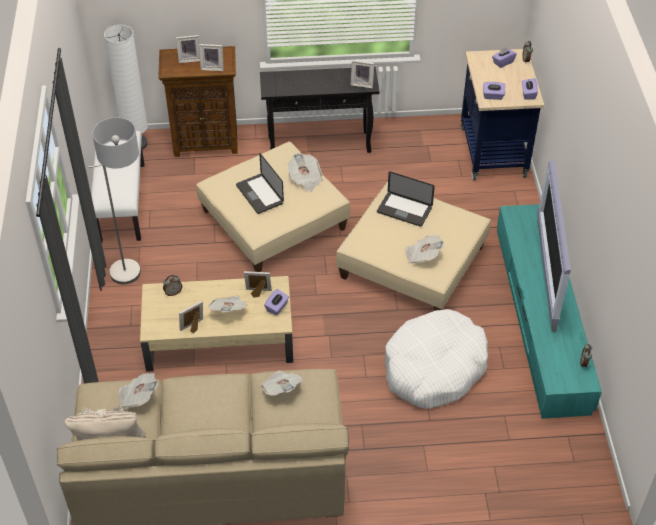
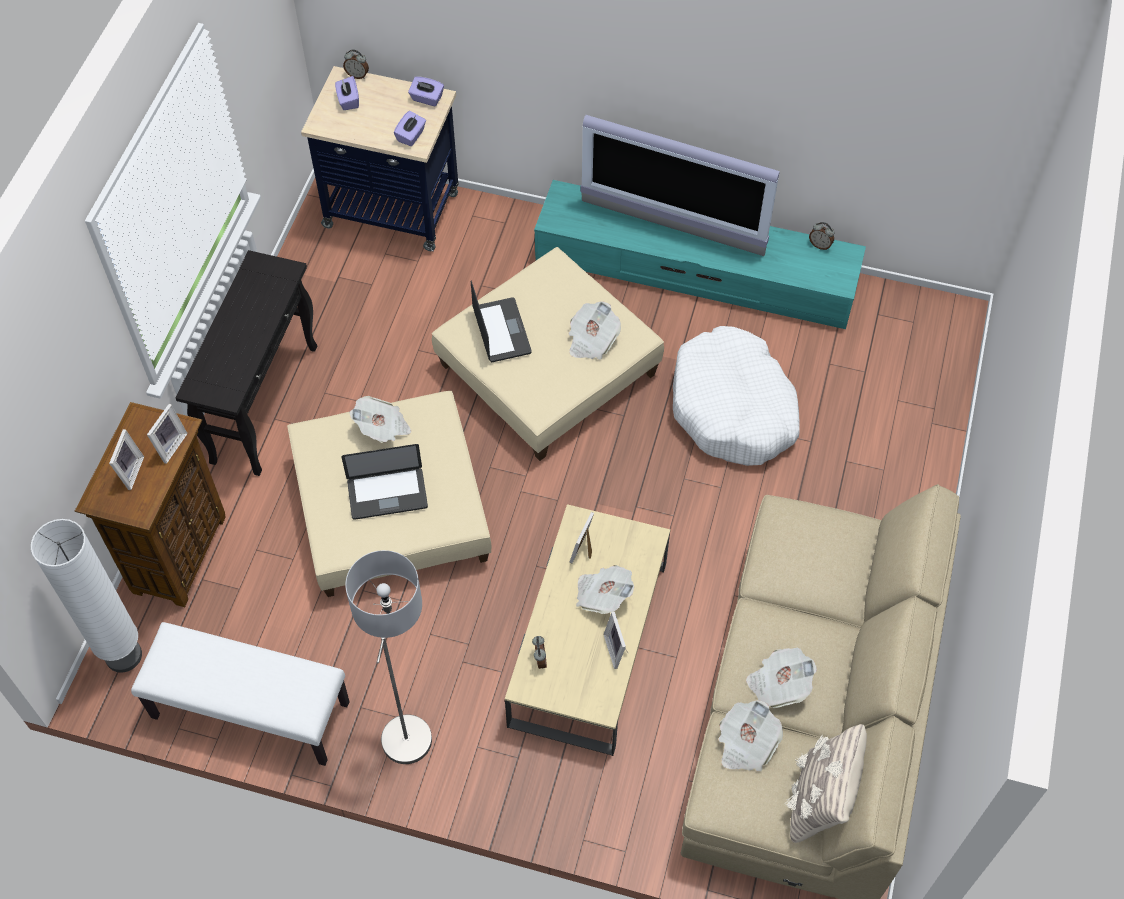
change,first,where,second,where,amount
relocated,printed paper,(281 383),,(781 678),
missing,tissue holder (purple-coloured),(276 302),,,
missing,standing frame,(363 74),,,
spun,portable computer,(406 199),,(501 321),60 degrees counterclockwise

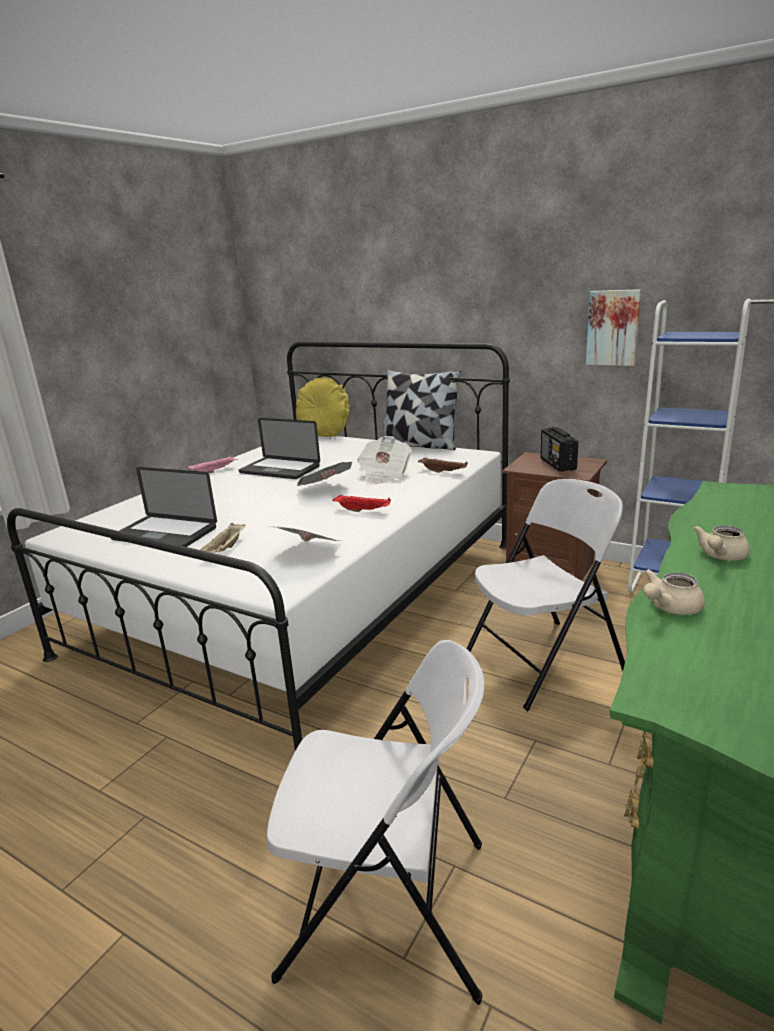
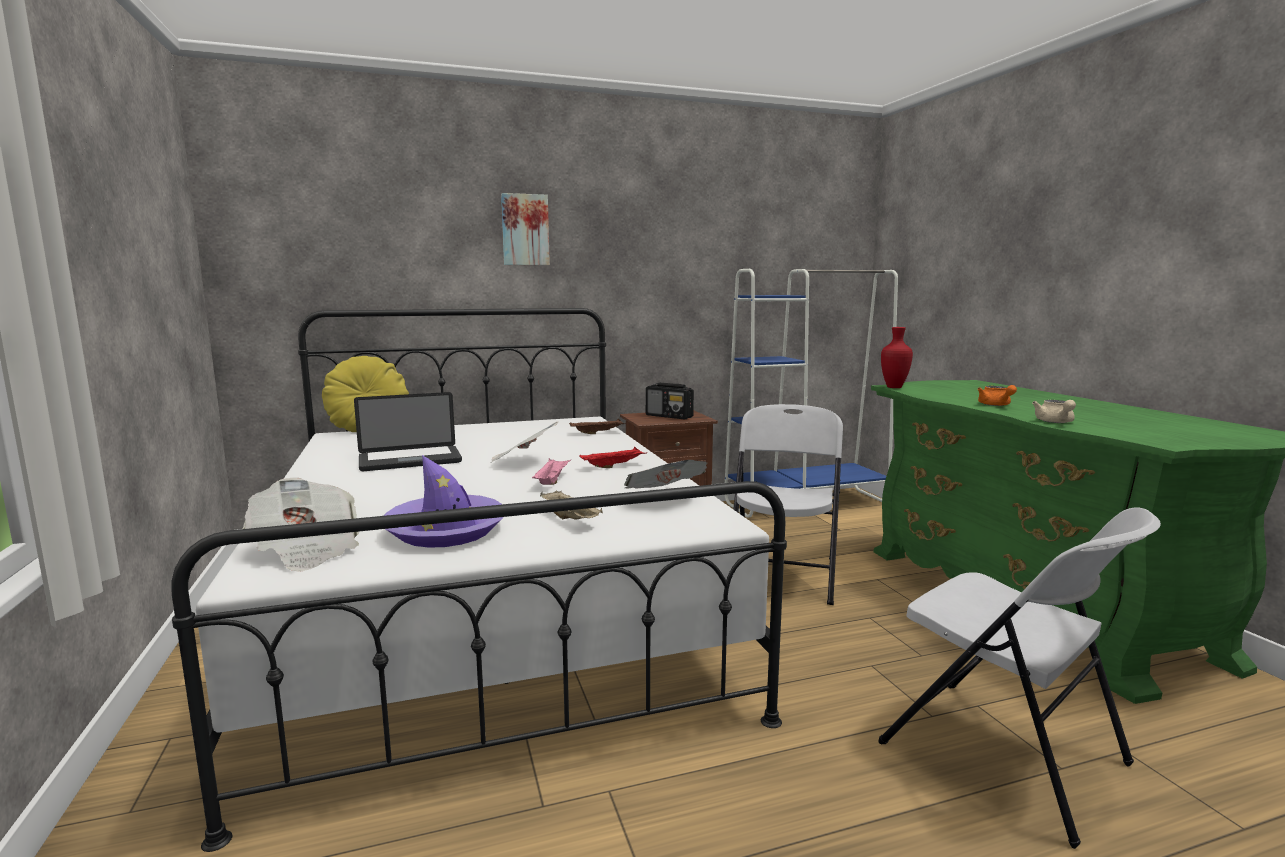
change,first,where,second,where,amount
exchanged,portable computer,(164 507),hat (purple-coloured),(443 501),
relocated,serving tray (pink-coloured),(213 464),,(551 471),
spun,plain chair (white),(375 822),,(1020 678),90 degrees clockwise
relocated,printed paper,(384 460),,(301 525),
missing,pillow,(422 409),,,
relocated,wall art,(613 327),,(525 229),
colour,pot for tea (sand-coloured),(721 543),pot for tea (orange),(997 395),
appeared,,,vase (reddish),(897 357),

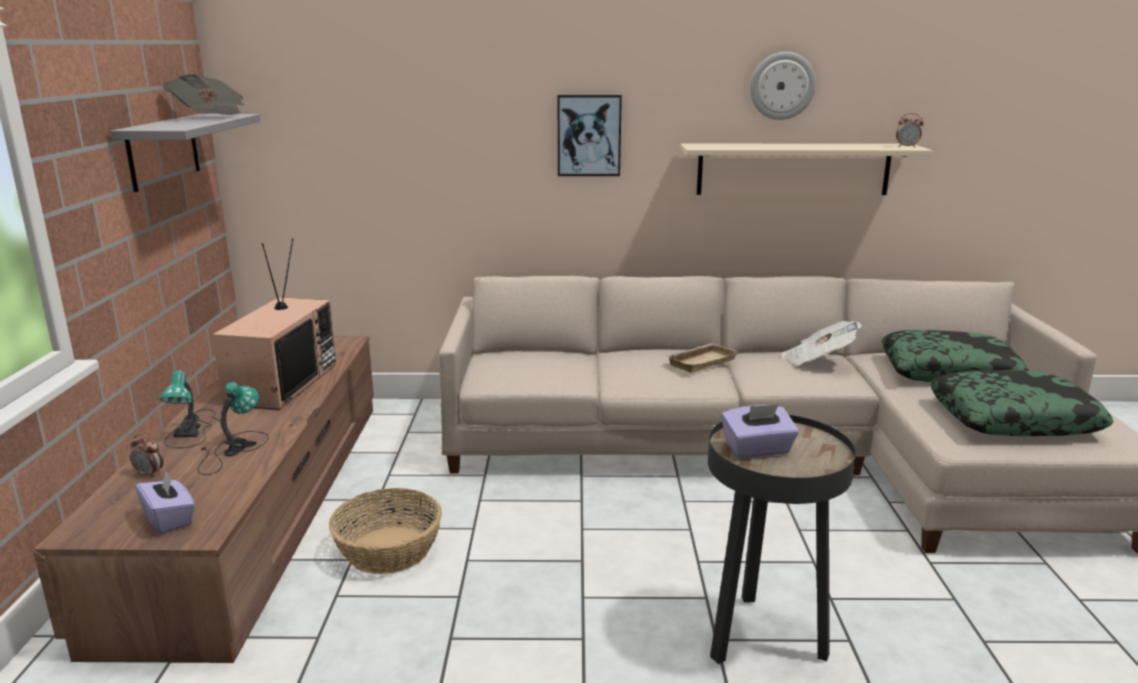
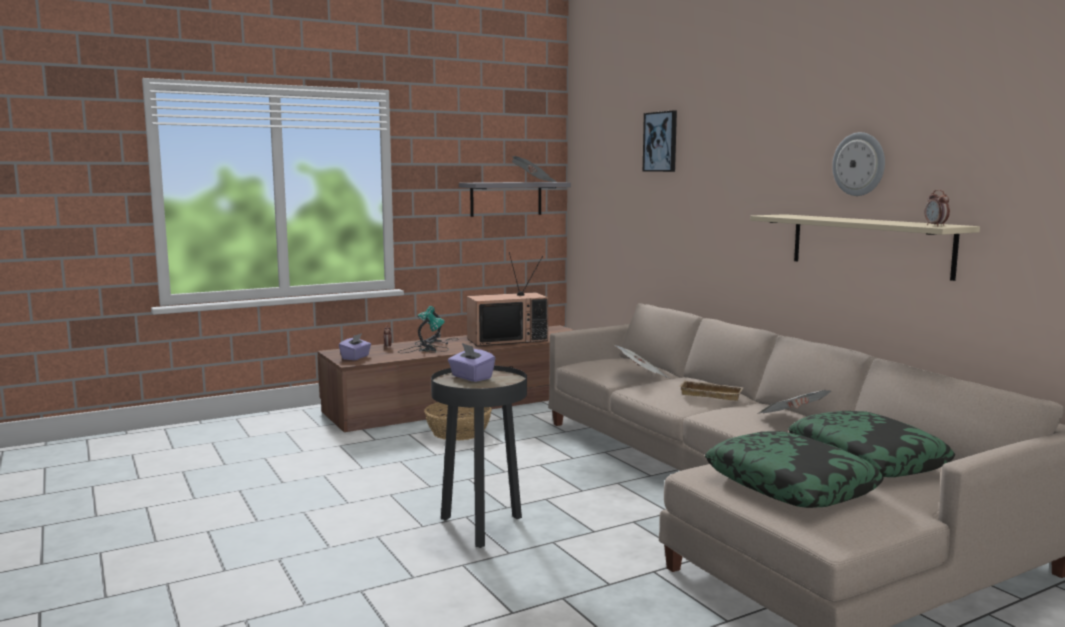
change,first,where,second,where,amount
relocated,wall art,(590 135),,(660 141),
appeared,,,printed paper,(641 361),

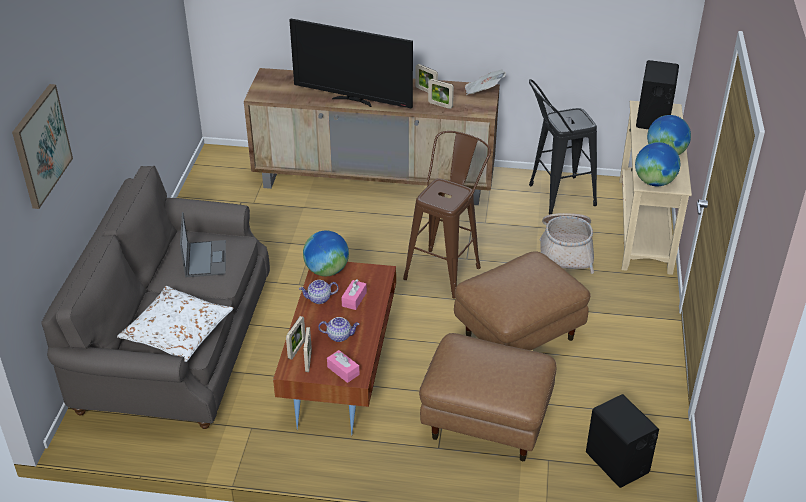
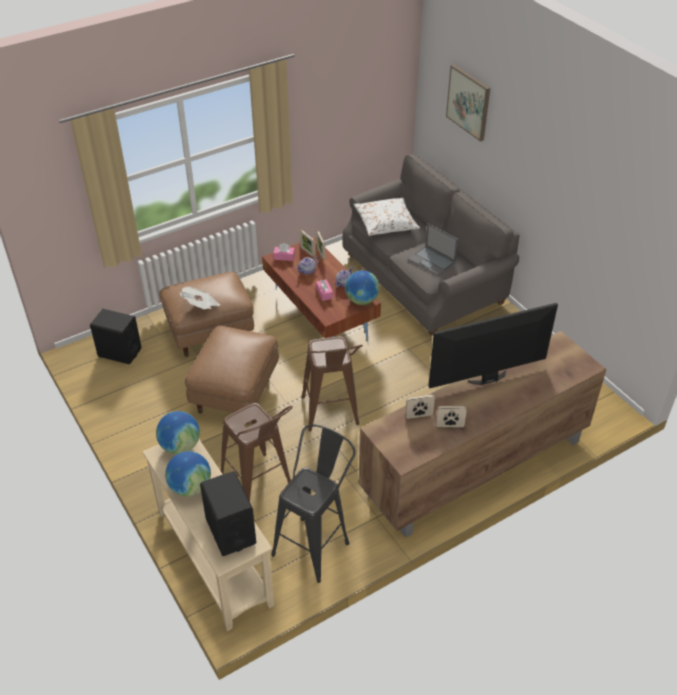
change,first,where,second,where,amount
relocated,printed paper,(485 82),,(199 298),
exchanged,household basket,(566 243),stool seat (brownish),(257 452),

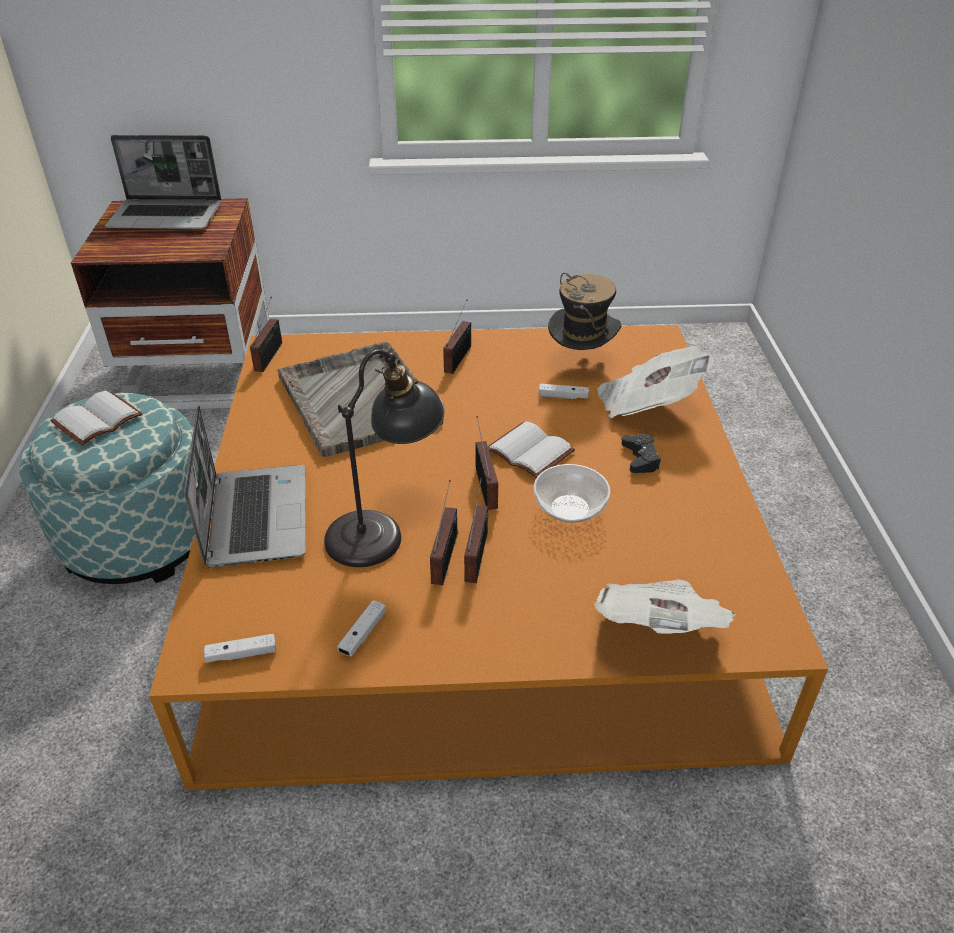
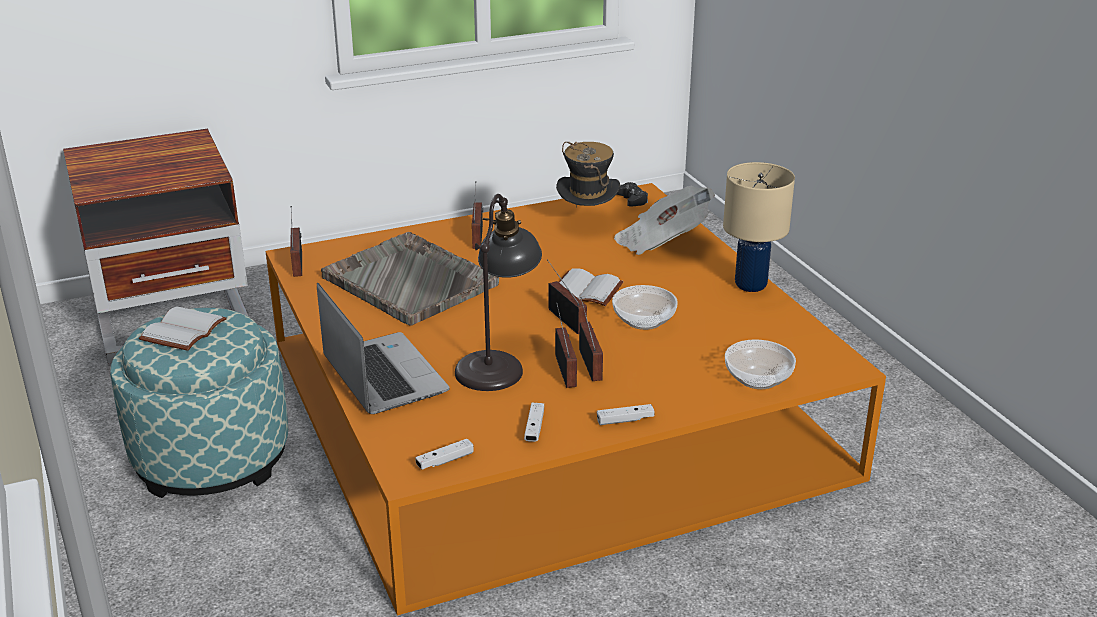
change,first,where,second,where,amount
missing,portable computer,(163 182),,,
relocated,gamepad (white),(564 391),,(625 414),
exchanged,printed paper,(665 606),deep dish,(760 364),
relocated,gamepad (blackish),(641 453),,(632 194),
appeared,,,lamp for a table (sand-coloured),(759 227),

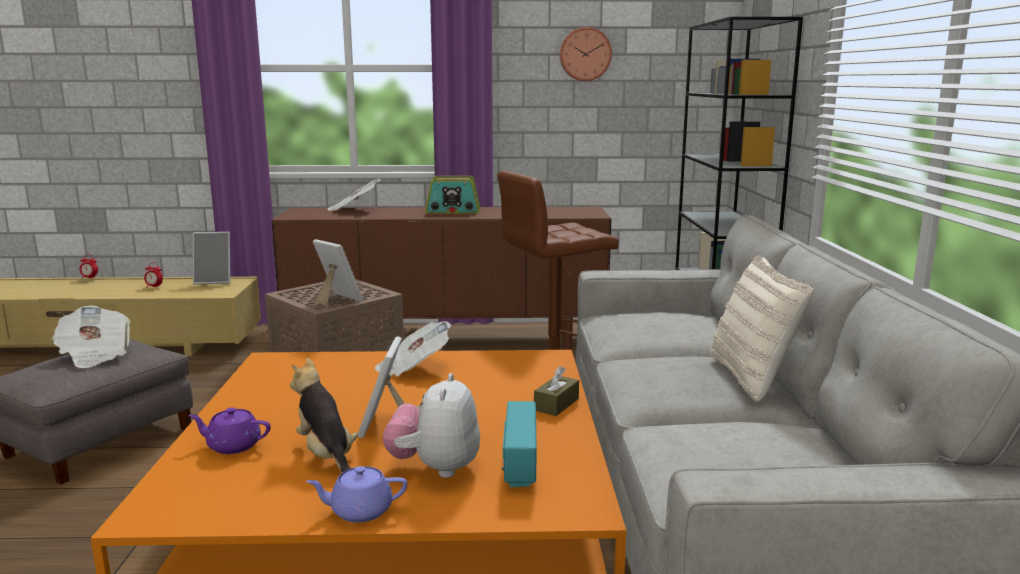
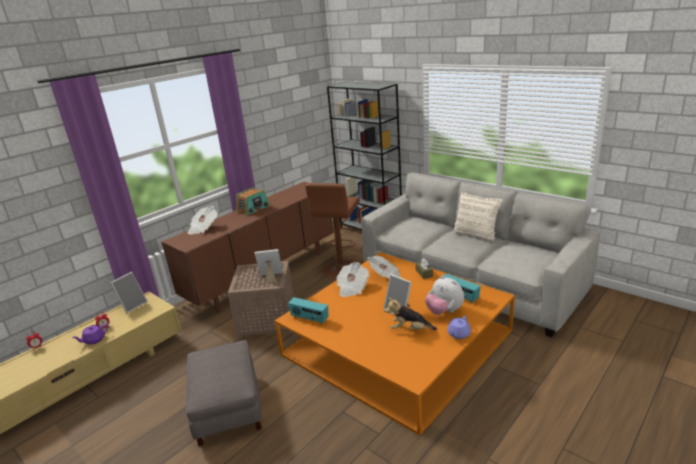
change,first,where,second,where,amount
relocated,printed paper,(90 337),,(384 267),
relocated,pot for tea (purple-coloured),(230 430),,(90 334),
missing,clock on the wall,(586 54),,,
appeared,,,radio receiver,(308 310),

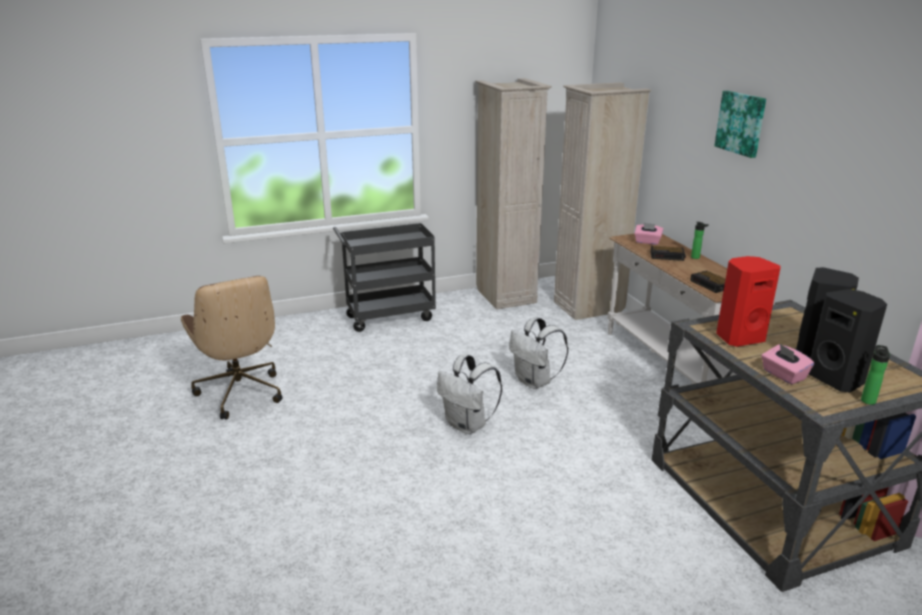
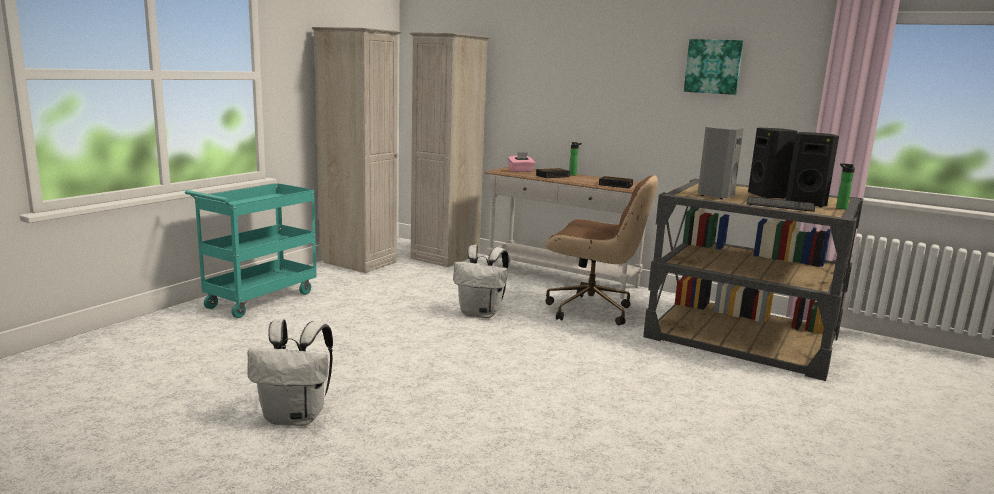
change,first,where,second,where,amount
relocated,office chair (brownish),(232 347),,(601 250),
colour,cart (grey),(384 277),cart (turquoise),(251 250),
relocated,knapsack (white),(469 394),,(290 372),
relocated,wall art,(740 124),,(713 67),
colour,speaker (reddish),(748 301),speaker (grey),(721 162),
exchanged,tissue holder (pink-coloured),(787 364),PC keyboard,(781 204),

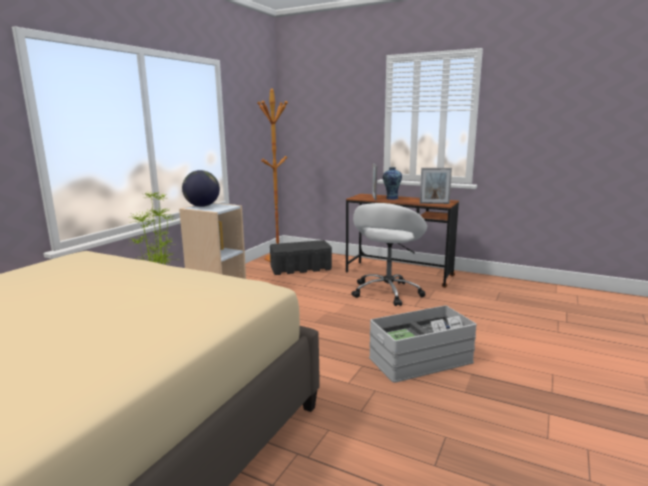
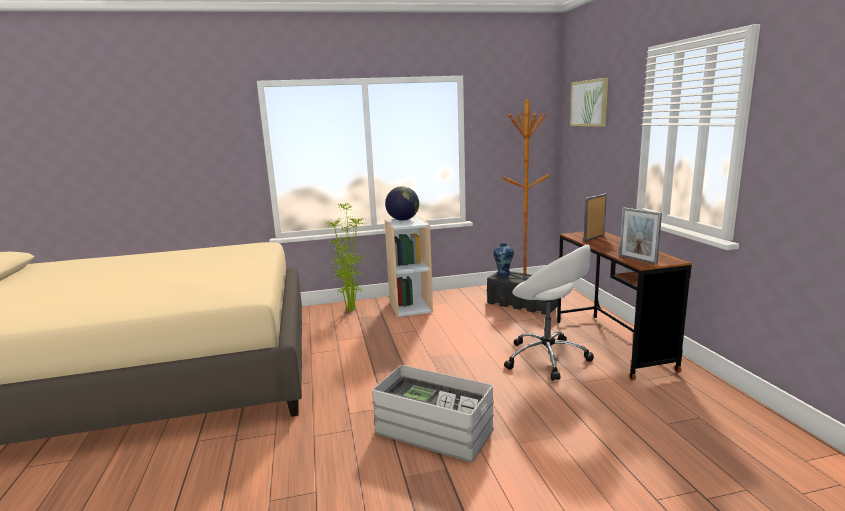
change,first,where,second,where,amount
spun,office chair (white),(389 254),,(549 312),120 degrees counterclockwise
relocated,vase,(392 183),,(503 260),
appeared,,,wall art,(589 102),

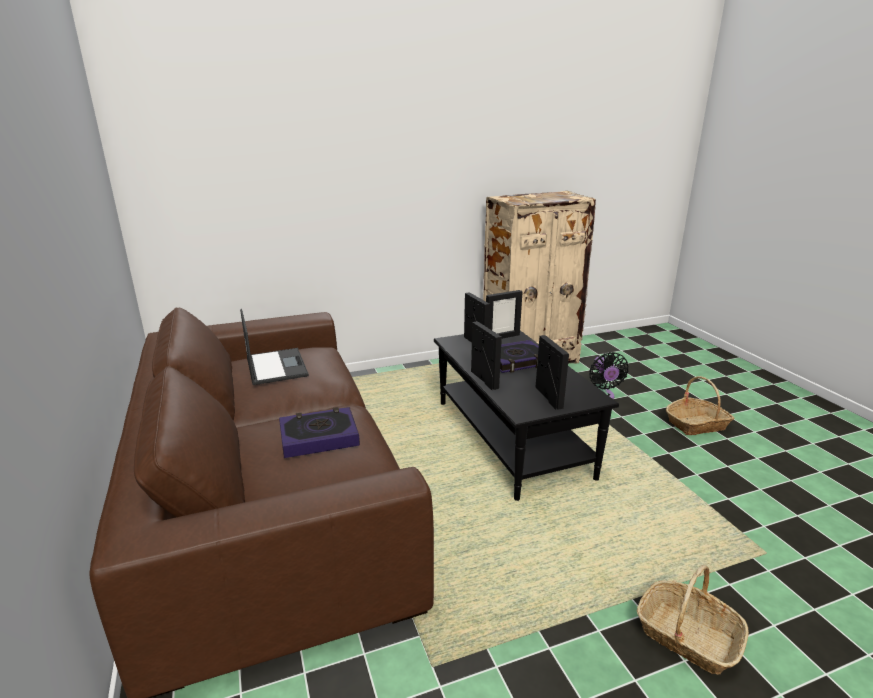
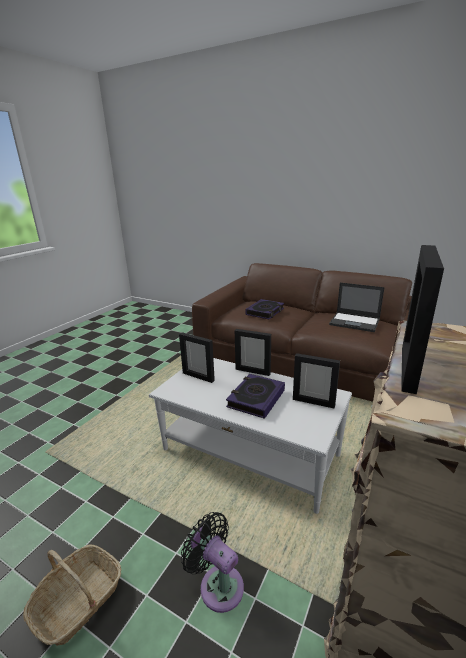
change,first,where,second,where,amount
colour,low table (blackish),(526 416),low table (white),(250 436),
relocated,standing frame,(504 314),,(422 319),
missing,household basket,(693 620),,,

